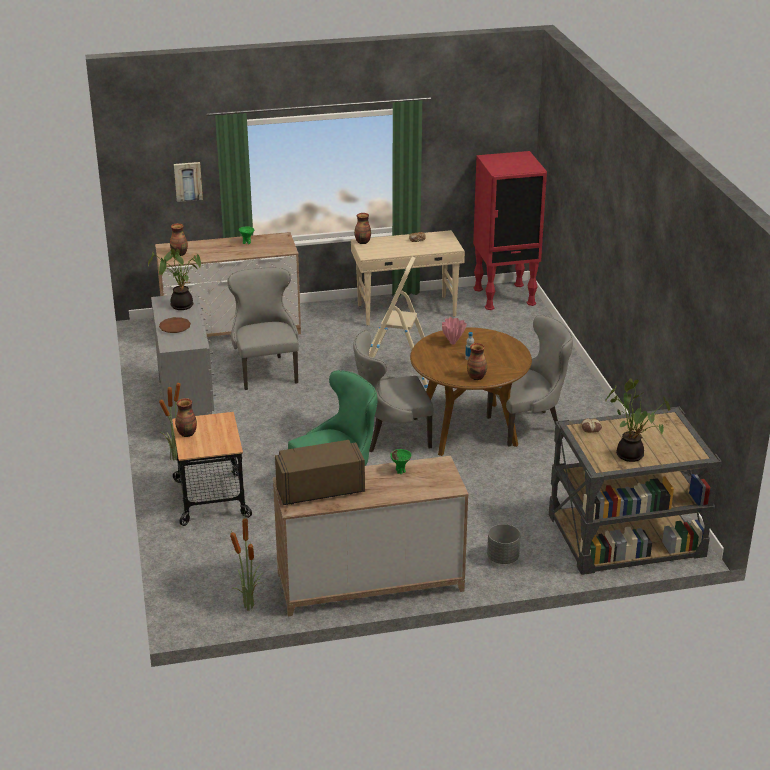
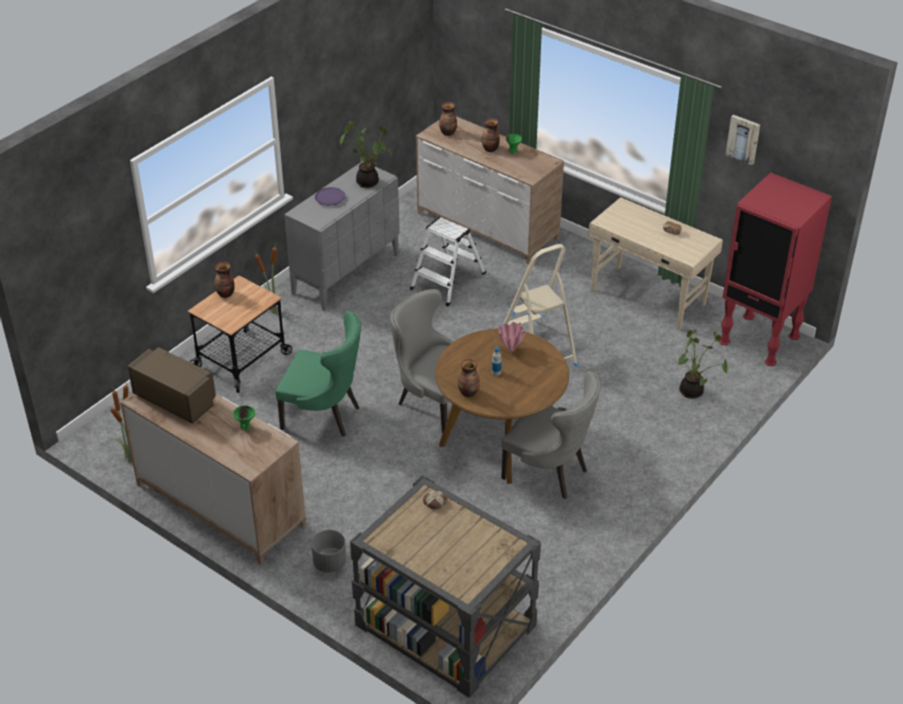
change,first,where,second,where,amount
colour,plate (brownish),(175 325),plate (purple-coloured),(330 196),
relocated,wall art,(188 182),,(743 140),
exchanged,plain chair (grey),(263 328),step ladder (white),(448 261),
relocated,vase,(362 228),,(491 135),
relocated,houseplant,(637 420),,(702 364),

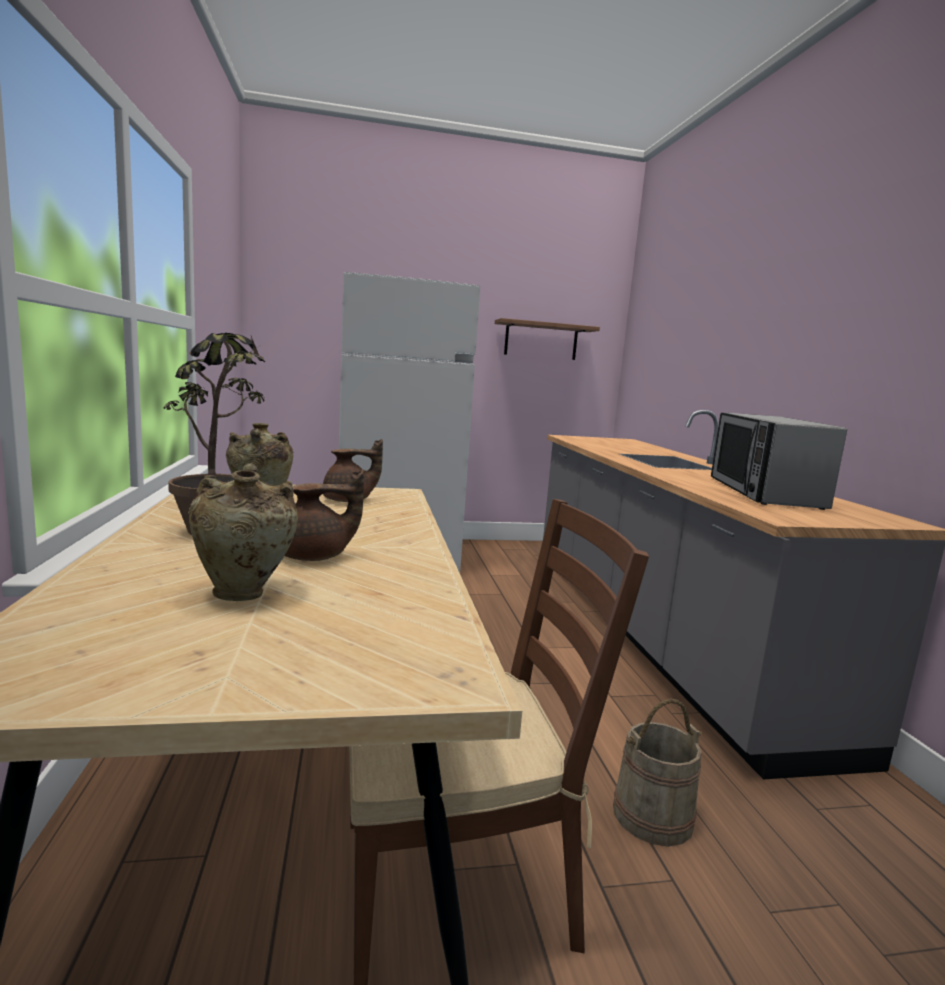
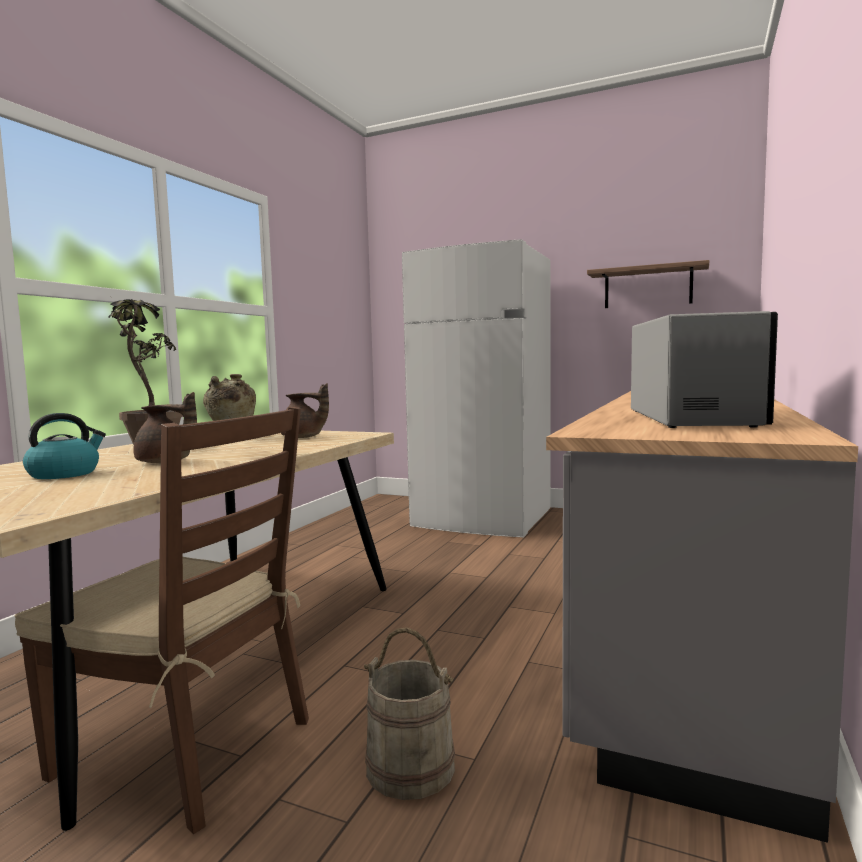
change,first,where,second,where,amount
exchanged,vase (sand-coloured),(243 532),kettle,(64 446),
spun,microwave,(779 461),,(704 369),150 degrees clockwise

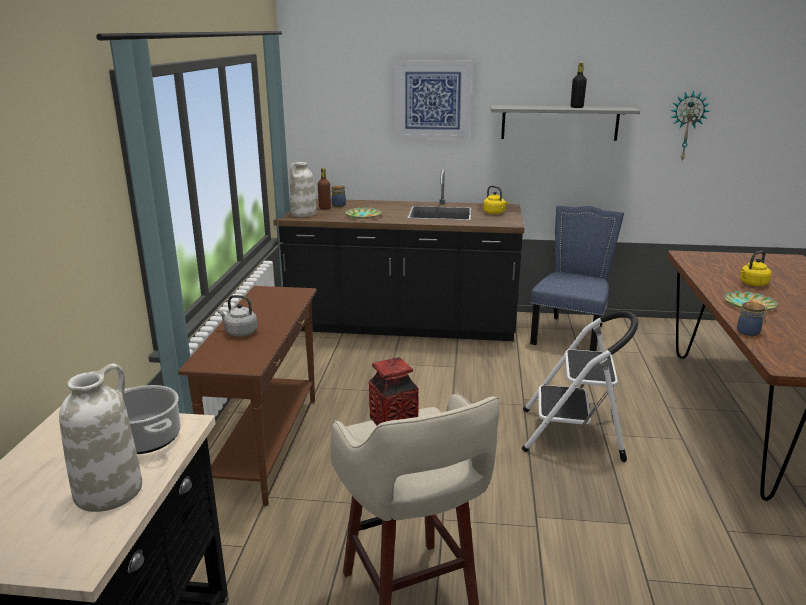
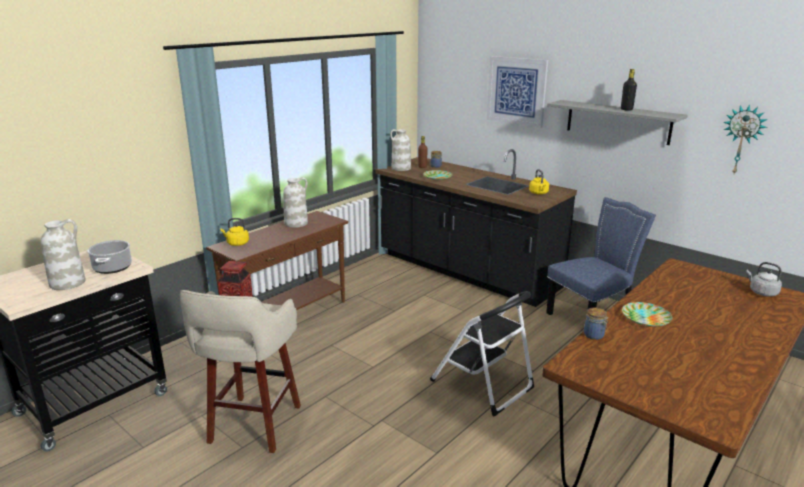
change,first,where,second,where,amount
relocated,kettle (grey),(238 316),,(764 279),
relocated,kettle (yellow),(756 268),,(234 232),
appeared,,,vase (white),(295 202),

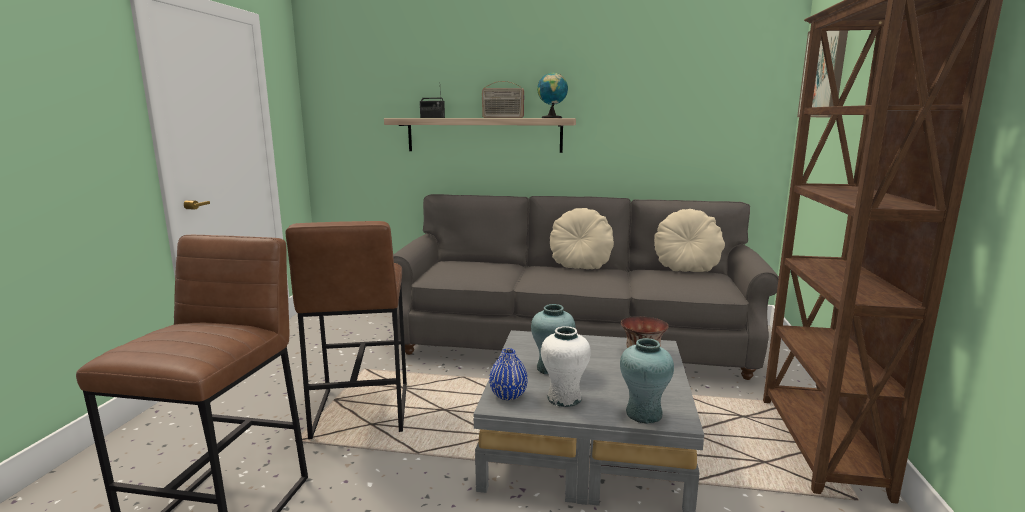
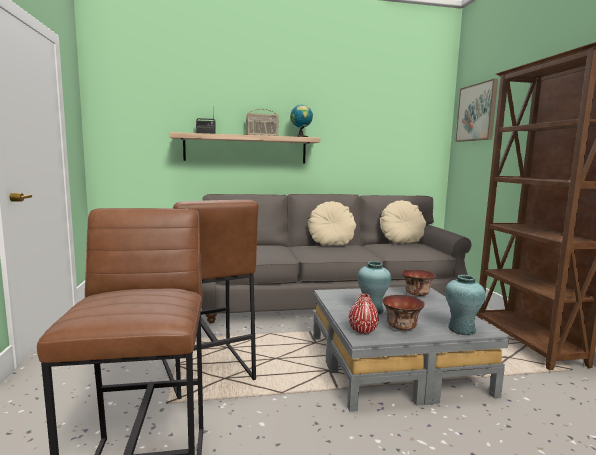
change,first,where,second,where,amount
colour,vase (blue),(508 374),vase (reddish),(364 314),
exchanged,vase (white),(566 366),deep dish,(403 312),

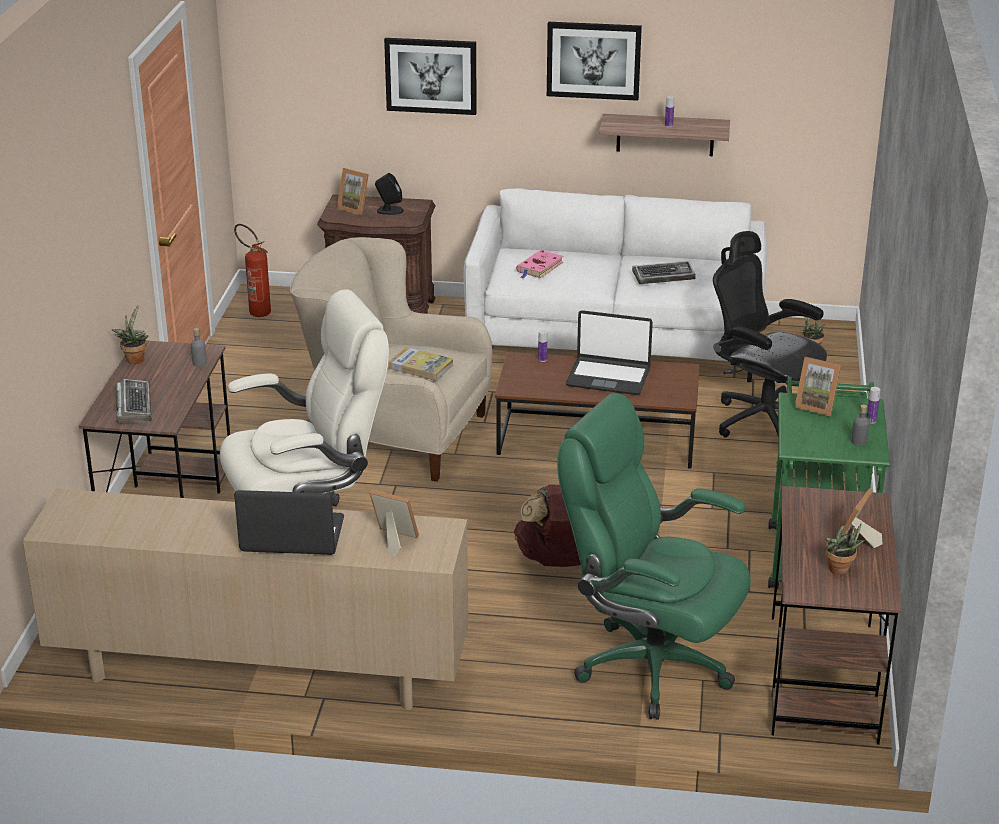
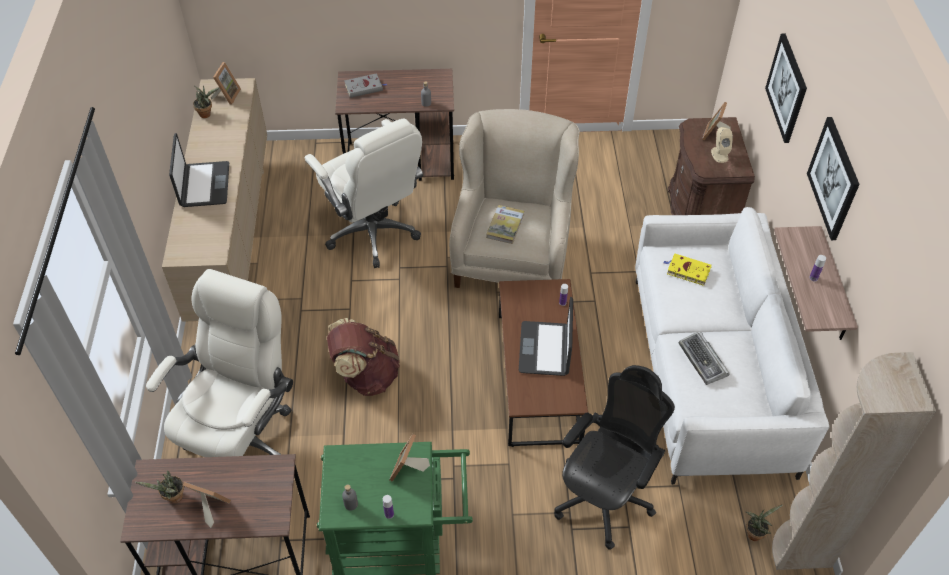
change,first,where,second,where,amount
relocated,houseplant,(130 334),,(206 101),
exchanged,PC keyboard,(133 401),volume (grey),(365 85),
missing,fire-fighting cylinder,(252 270),,,
relocated,standing frame,(394 523),,(226 83),
colour,speaker (blackish),(389 194),speaker (sand-coloured),(722 145),
colour,volume (pink-coloured),(539 264),volume (yellow),(687 270),
colour,office chair (green),(654 556),office chair (white),(219 363),
appeared,,,bookcase (sand-coloured),(854 461),

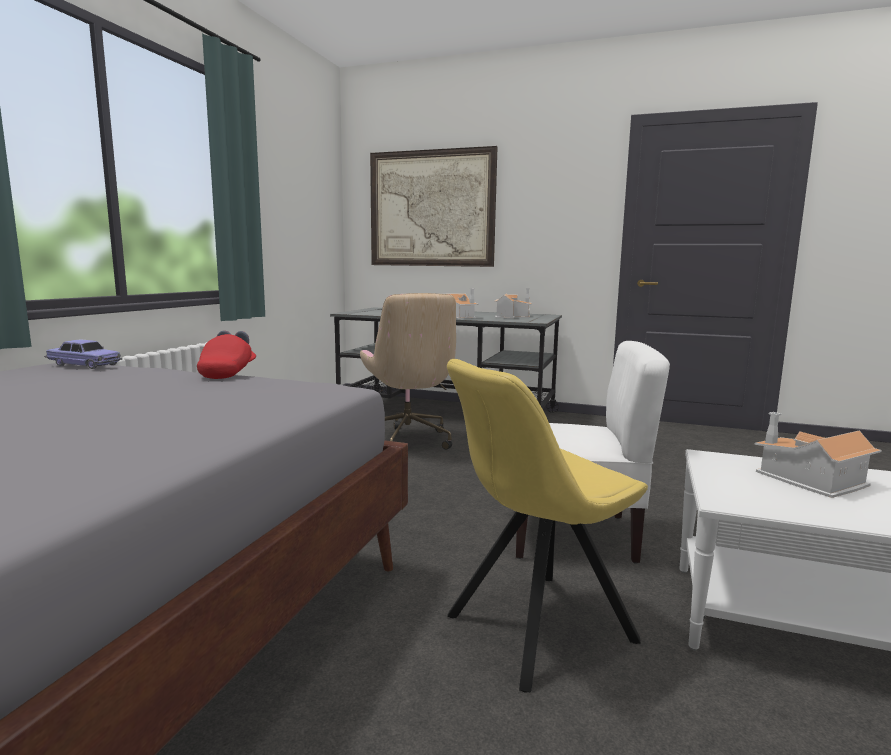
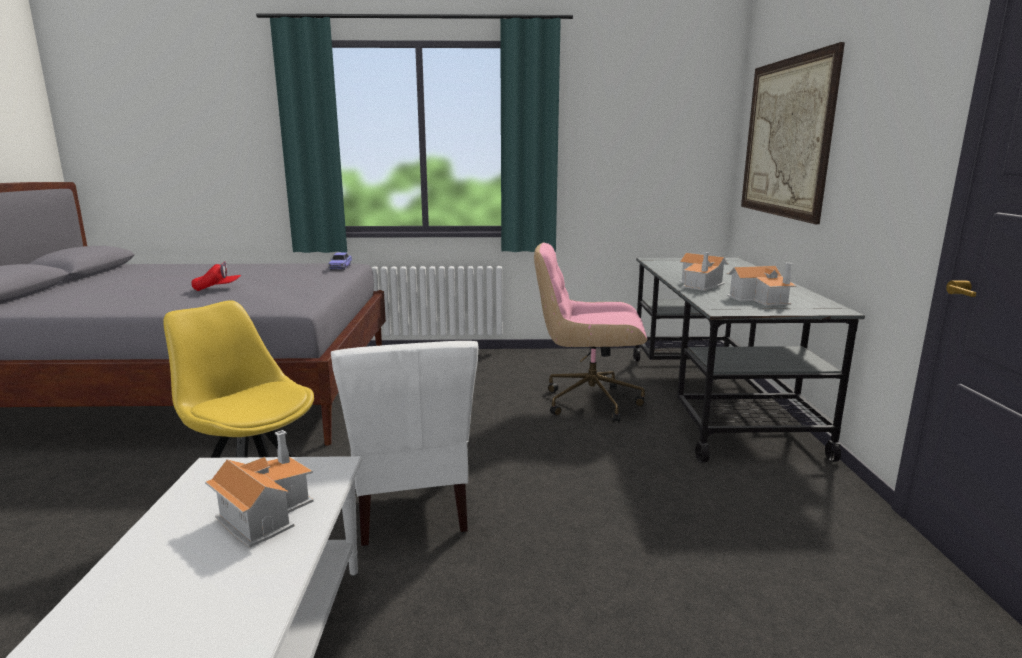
change,first,where,second,where,amount
relocated,cap (reddish),(226 354),,(216 276),
spun,office chair (pink-coloured),(408 371),,(590 332),45 degrees clockwise

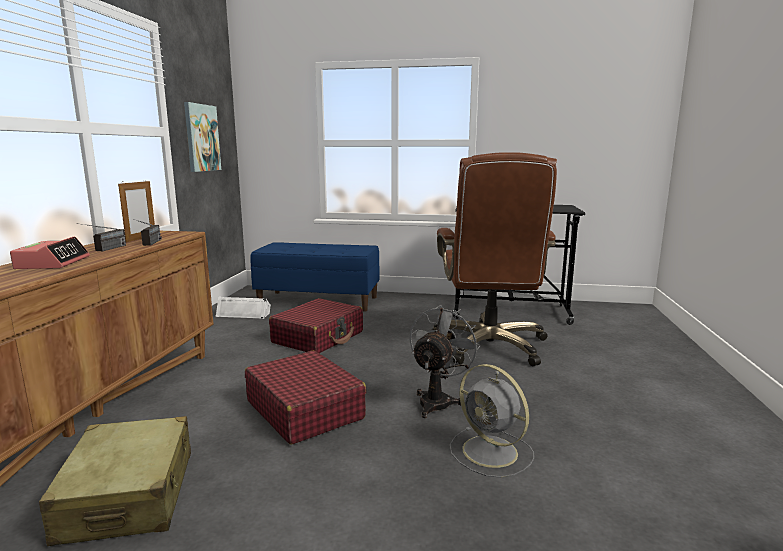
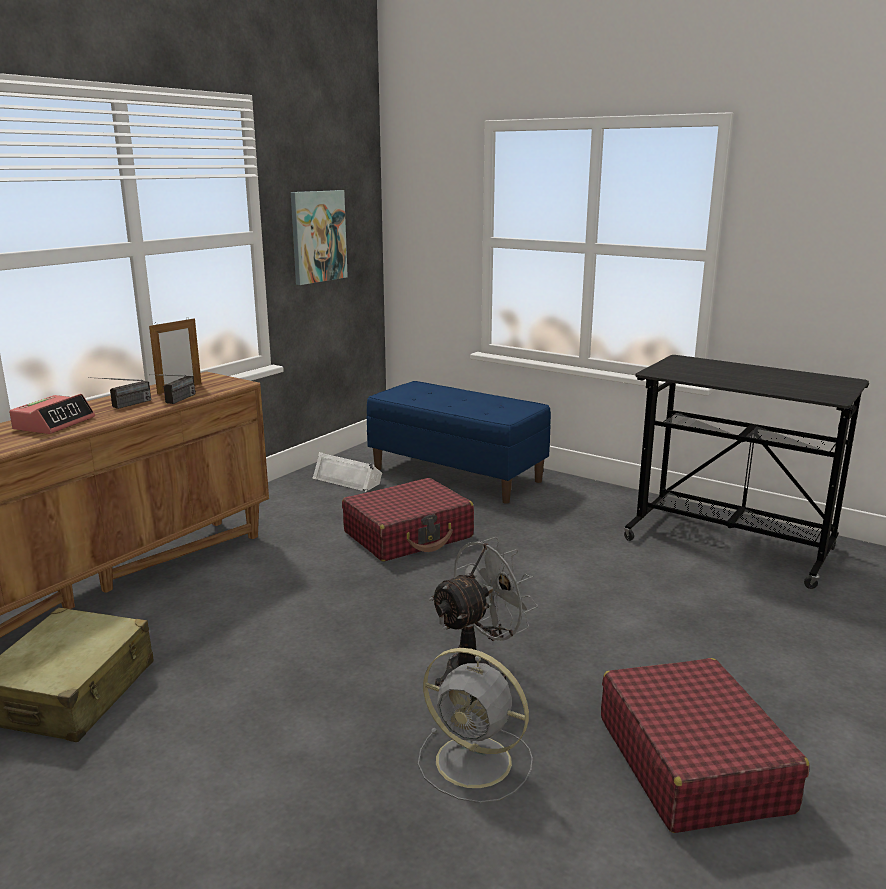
change,first,where,second,where,amount
relocated,suitcase (reddish),(306 397),,(705 745),
missing,office chair (brownish),(494 259),,,
spun,cooling fan (grey),(492 421),,(475 725),45 degrees counterclockwise

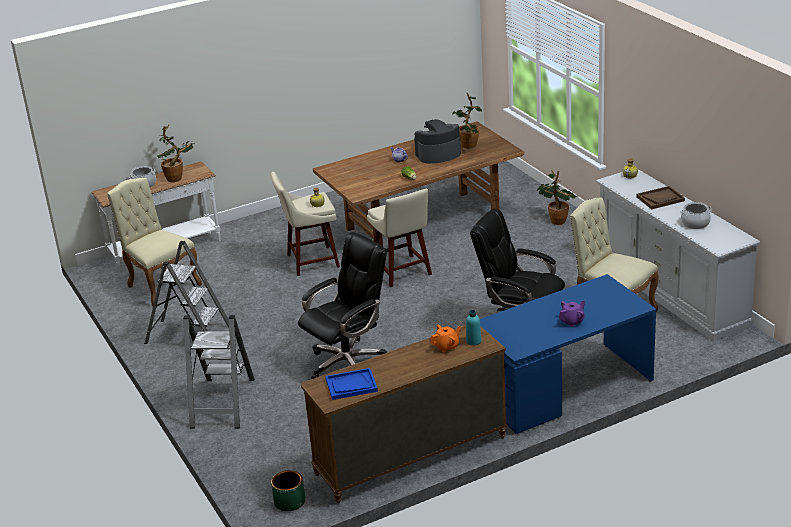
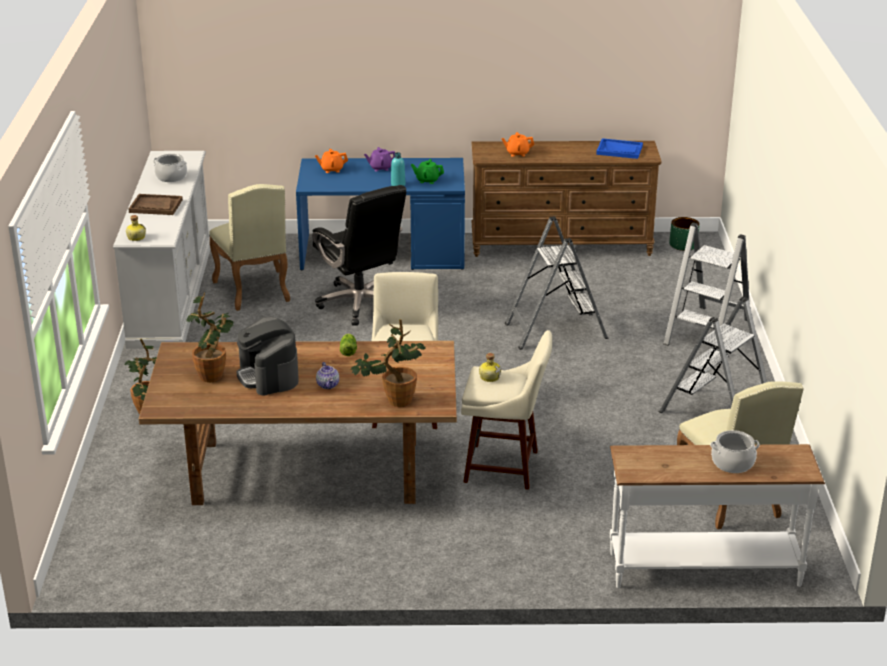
change,first,where,second,where,amount
relocated,houseplant,(176 153),,(388 363),
exchanged,office chair (blackish),(342 305),step ladder (grey),(557 283),
spun,coffee machine,(437 141),,(268 356),60 degrees clockwise
relocated,bottle (turquoise),(474 328),,(398 169),
appeared,,,pot for tea (orange),(331 161),
appeared,,,pot for tea (green),(427 171),

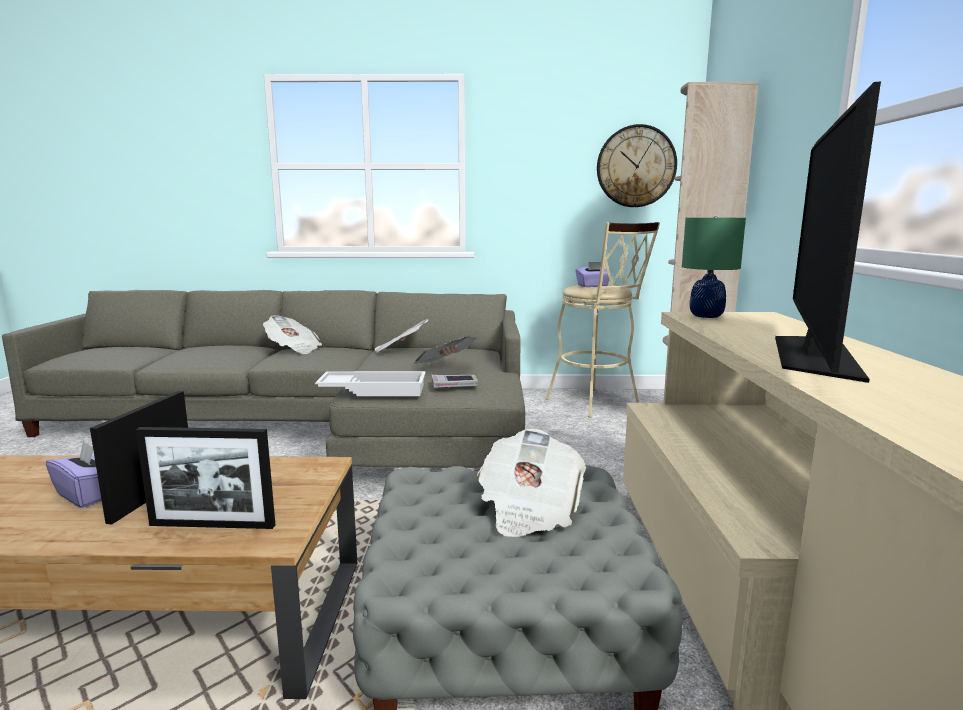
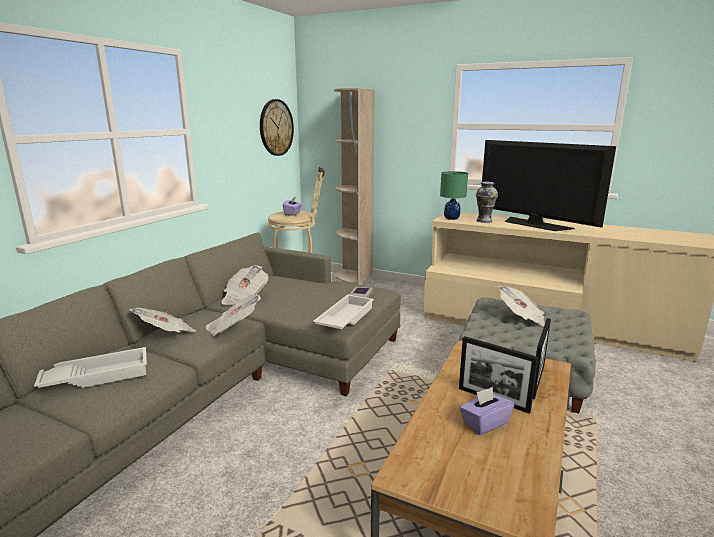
change,first,where,second,where,amount
relocated,printed paper,(445 349),,(233 315),
appeared,,,serving tray (white),(90 367),
appeared,,,vase,(487 202),

